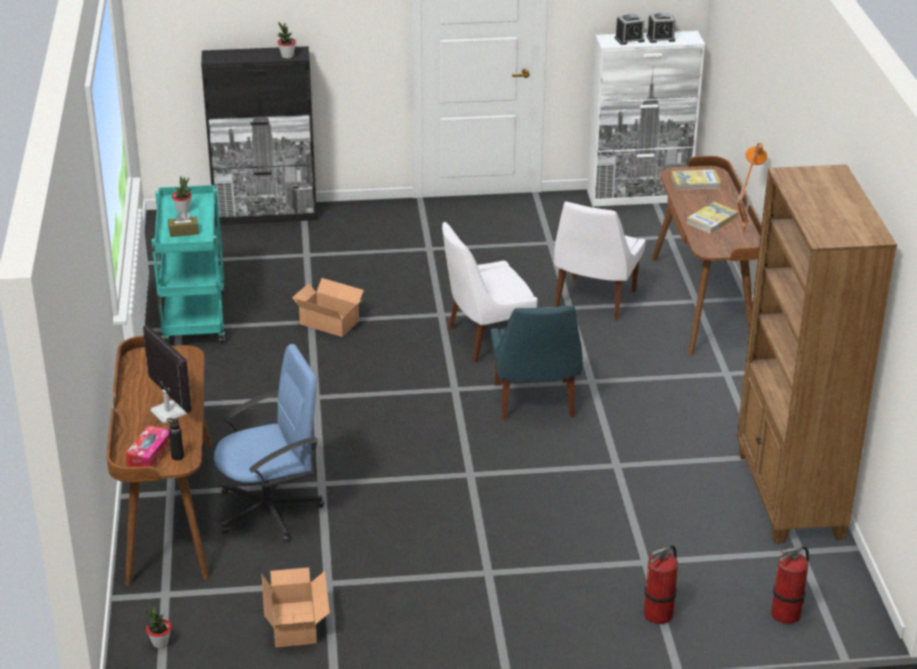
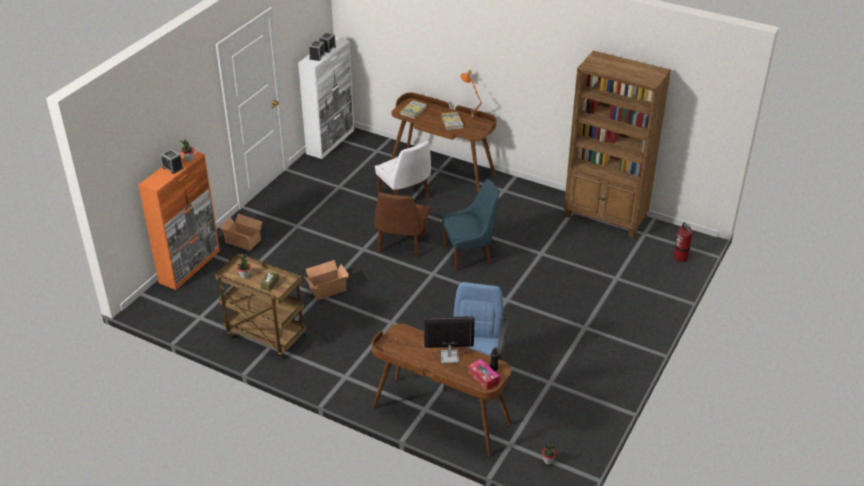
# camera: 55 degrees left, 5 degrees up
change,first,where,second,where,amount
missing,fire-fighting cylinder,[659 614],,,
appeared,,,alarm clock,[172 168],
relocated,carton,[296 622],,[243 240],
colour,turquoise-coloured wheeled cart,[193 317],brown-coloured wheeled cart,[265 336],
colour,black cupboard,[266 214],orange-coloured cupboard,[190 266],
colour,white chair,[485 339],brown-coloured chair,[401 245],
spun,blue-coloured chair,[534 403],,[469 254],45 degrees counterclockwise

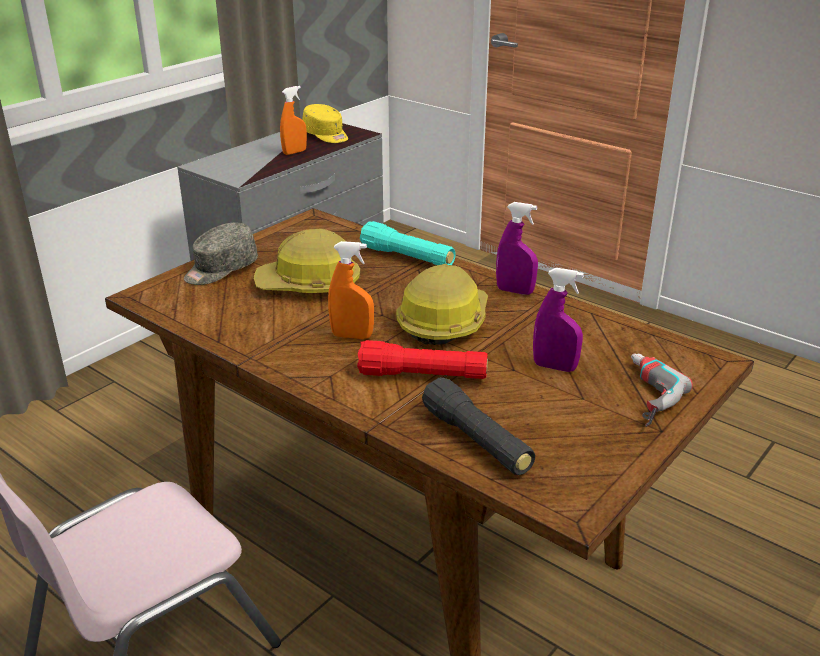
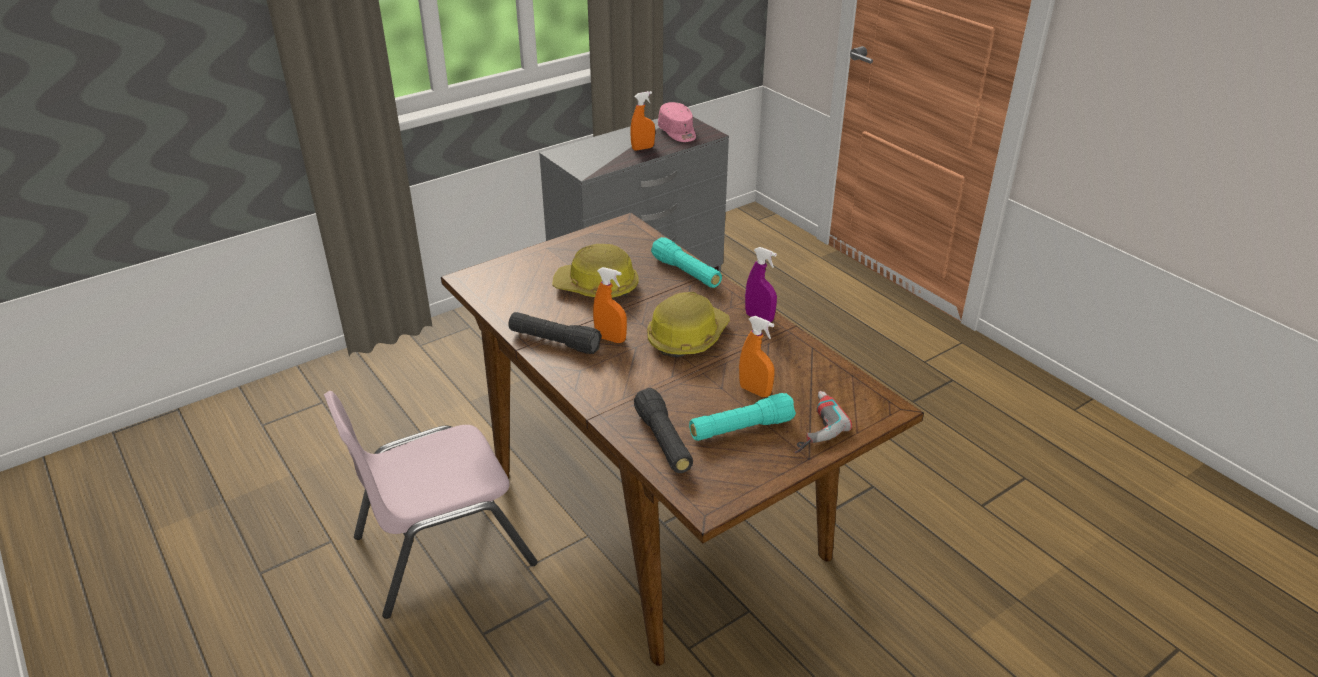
# camera: 15 degrees right, 5 degrees up
change,first,where,second,where,amount
missing,grey baseball cap,[220 269],,,
missing,reddish hand torch,[422 376],,,
appeared,,,black hand torch,[554 342],
appeared,,,turquoise-coloured hand torch,[741 429],
colour,yellow baseball cap,[326 135],pink baseball cap,[678 132],
colour,purple hand sprayer,[554 367],orange-coloured hand sprayer,[755 391],

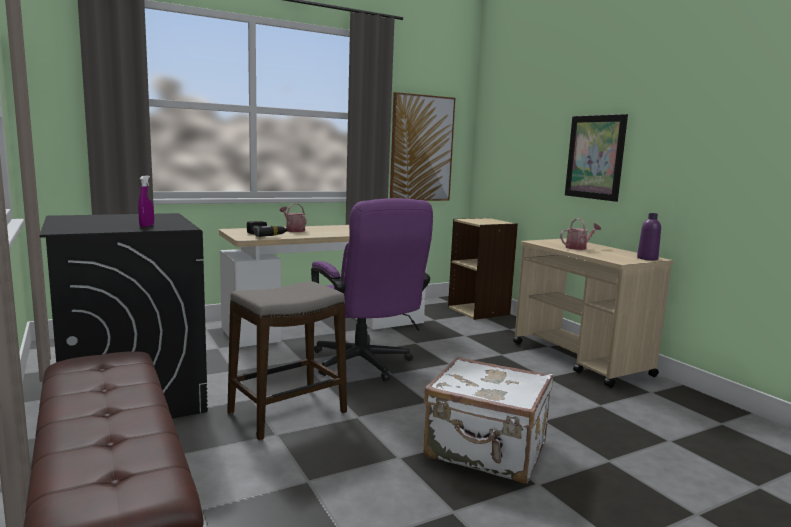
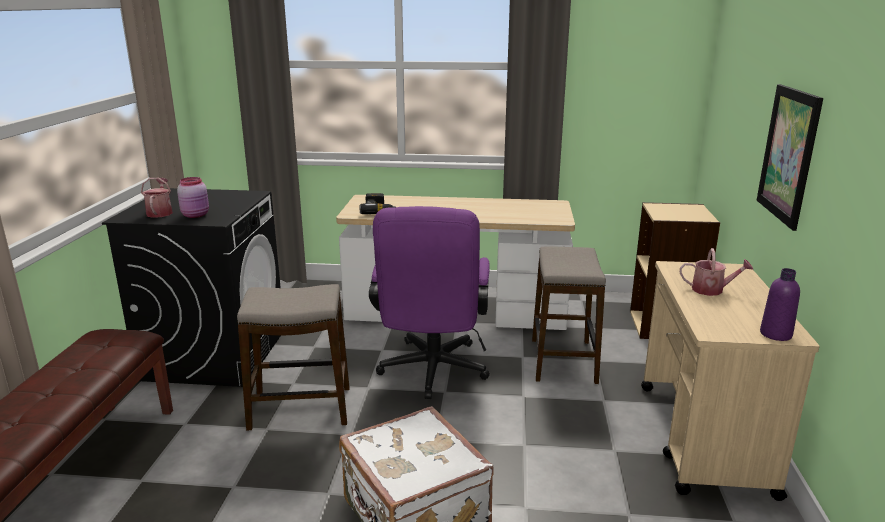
# camera: 35 degrees right, 10 degrees up
change,first,where,second,where,amount
missing,wall picture,[421 148],,,
appeared,,,stool seat,[563 361],
relocated,sprinkling can,[293 230],,[160 212],
exchanged,purple hand sprayer,[147 226],pink jar,[196 215],

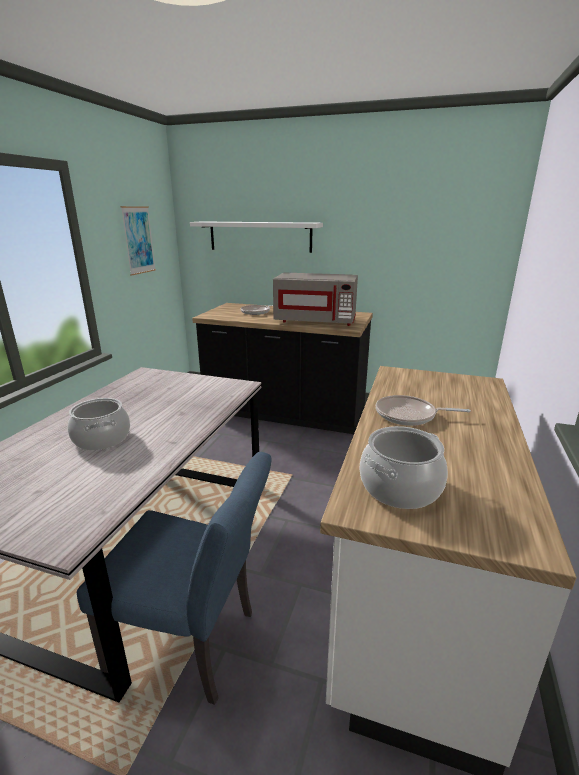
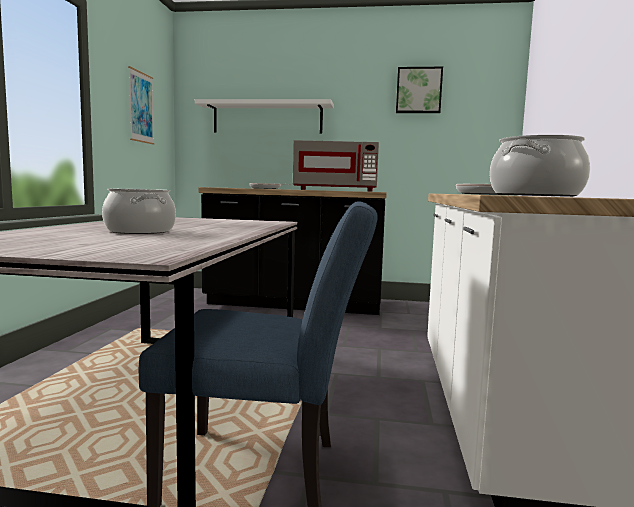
# camera: 10 degrees left, 15 degrees down
change,first,where,second,where,amount
appeared,,,wall picture,[418 90],

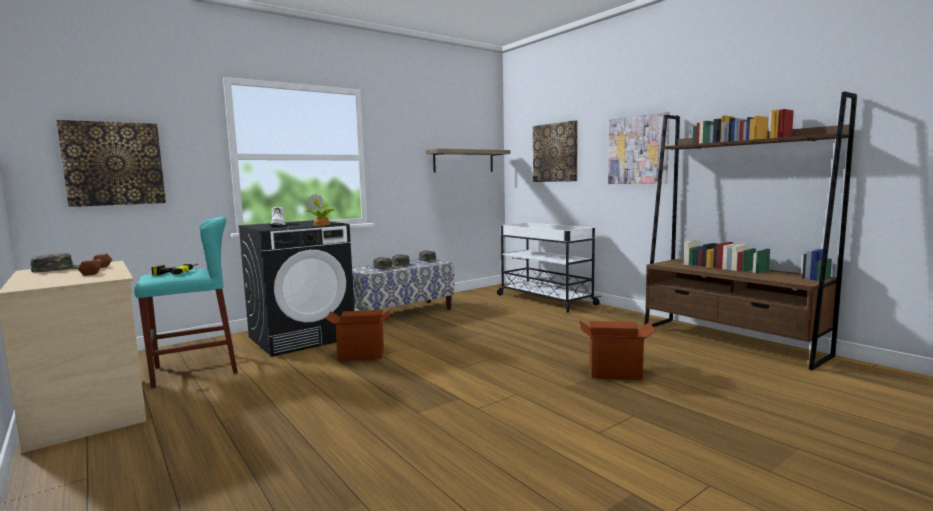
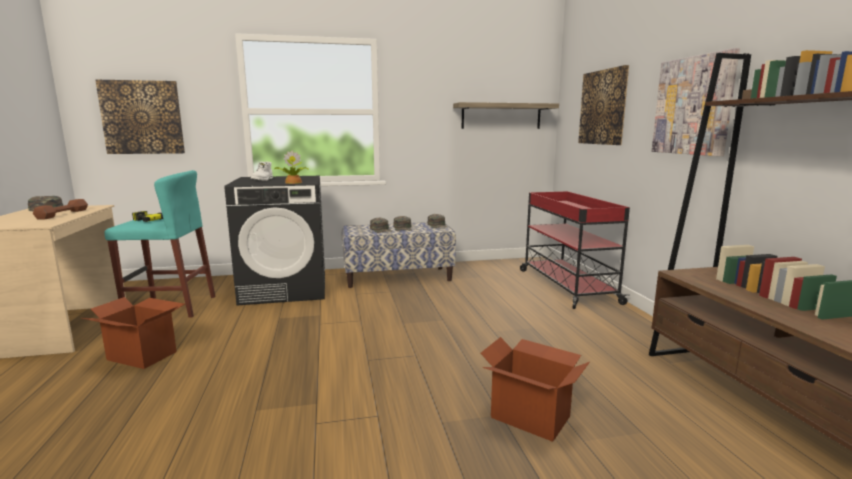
# camera: 25 degrees right, 5 degrees up
change,first,where,second,where,amount
relocated,carton,[361 354],,[142 355],
colour,white wheeled cart,[544 299],reddish wheeled cart,[566 285],

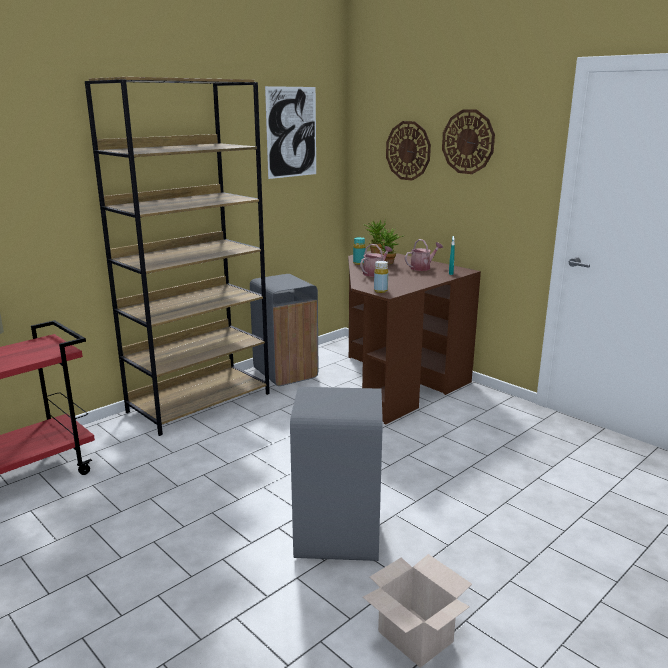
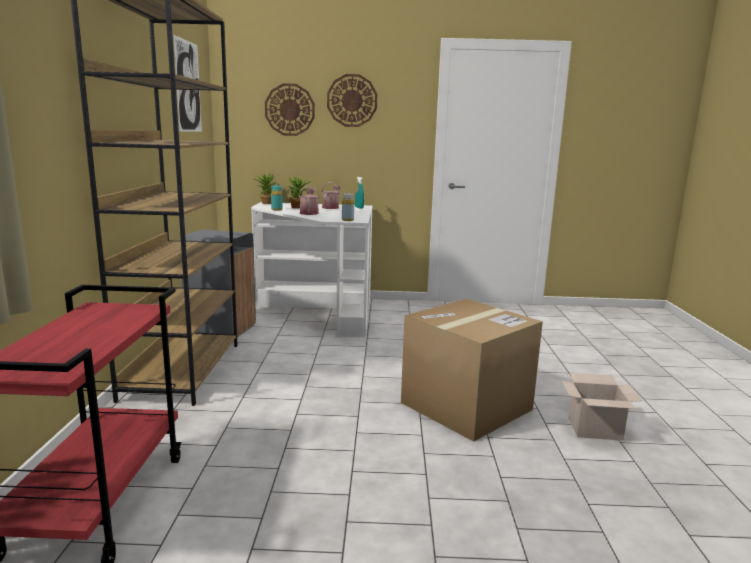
# camera: 45 degrees left, 5 degrees down
change,first,where,second,where,amount
exchanged,grey trash can,[338 538],carton,[466 406],
colour,brown-coloured desk table,[393 380],white desk table,[318 311],

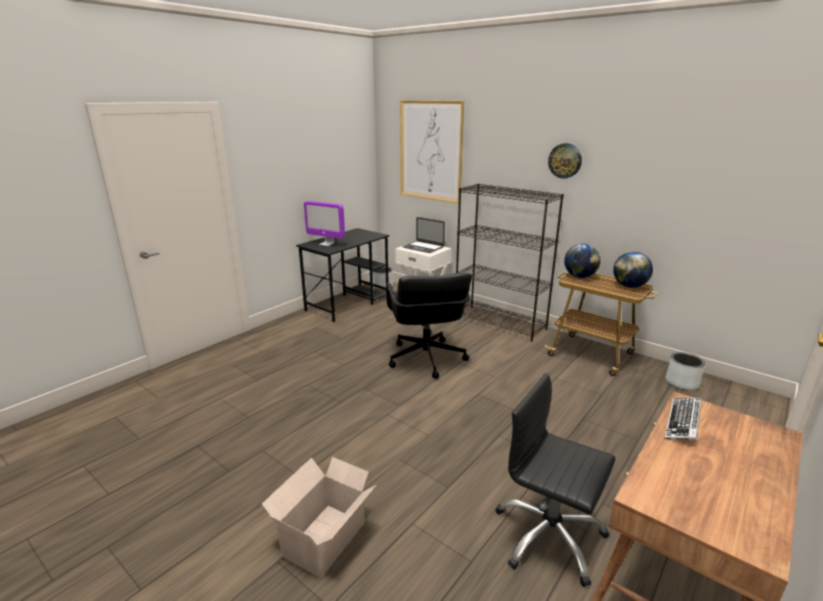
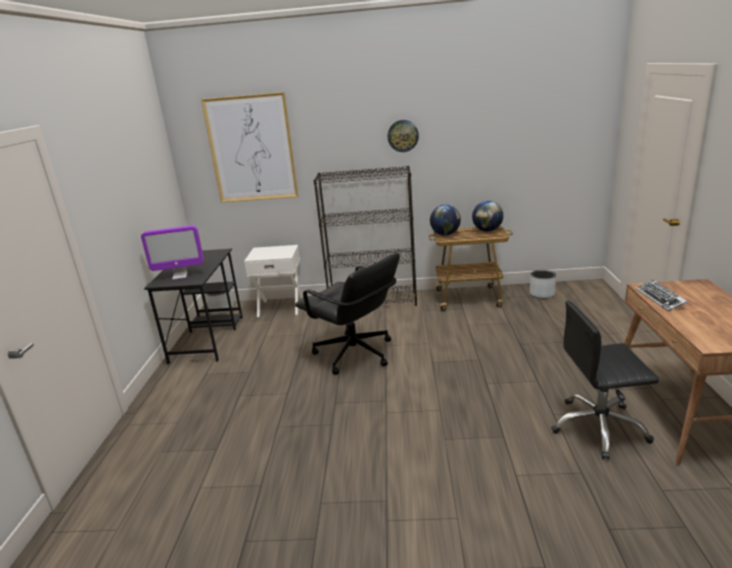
# camera: 35 degrees left, 0 degrees up
change,first,where,second,where,amount
missing,carton,[326 537],,,
missing,notebook computer,[423 247],,,

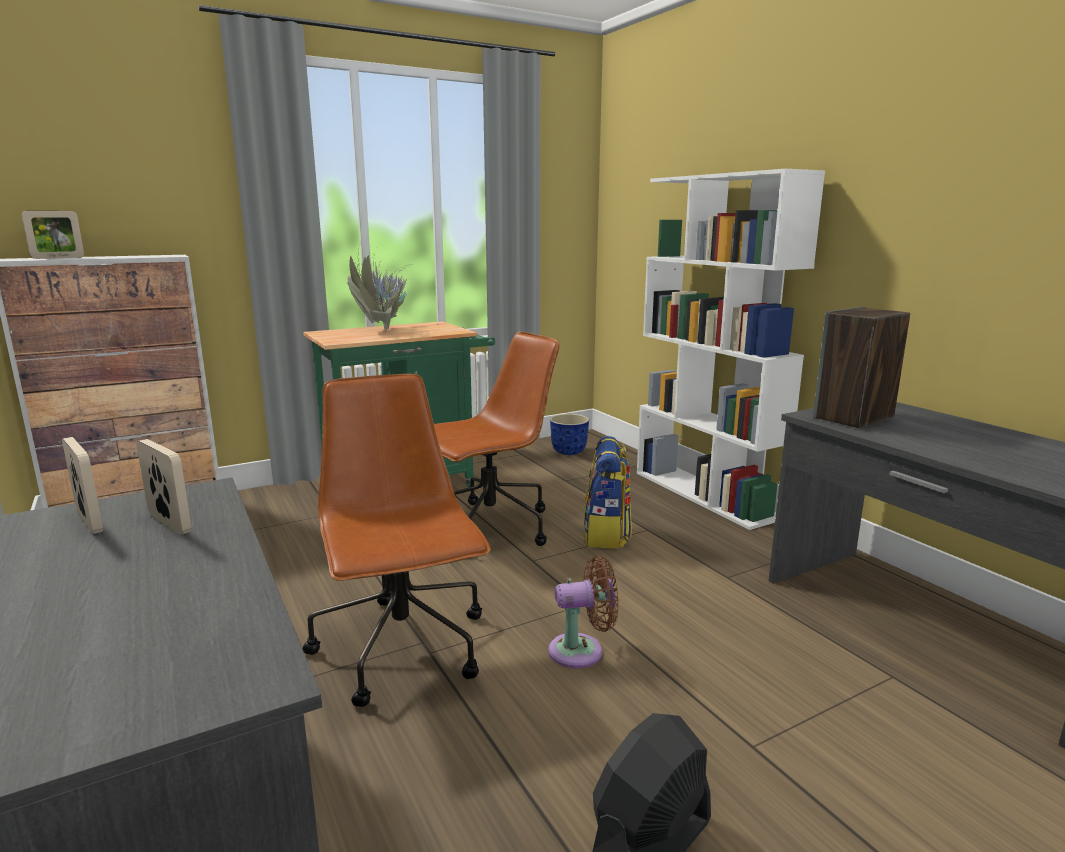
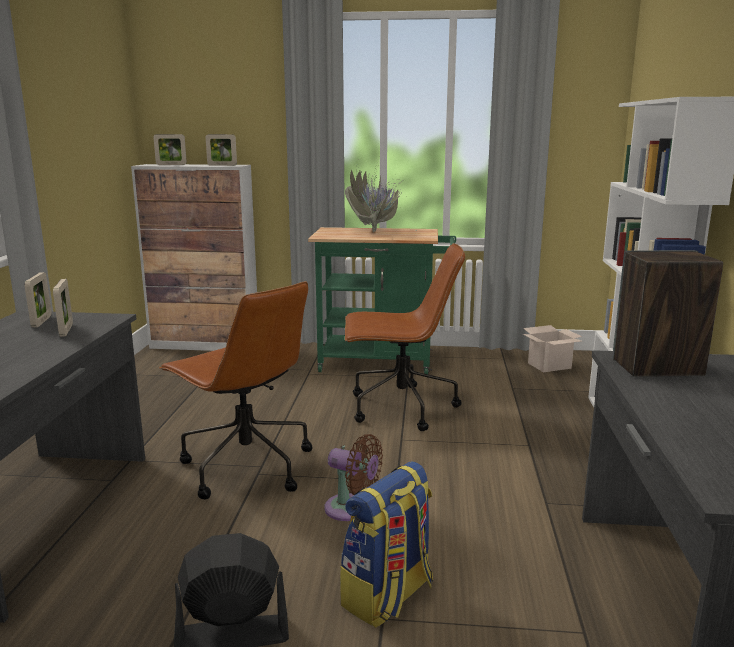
# camera: 35 degrees right, 0 degrees up
change,first,where,second,where,amount
appeared,,,standing frame,[222 165],
relocated,rucksack,[607 534],,[388 596],
exchanged,flower pot,[569 452],carton,[549 366],
spun,brown-coloured office chair,[403 649],,[245 466],120 degrees clockwise

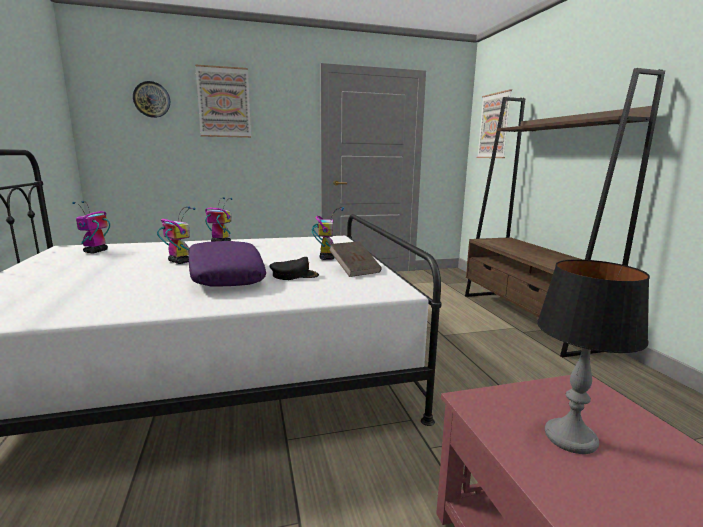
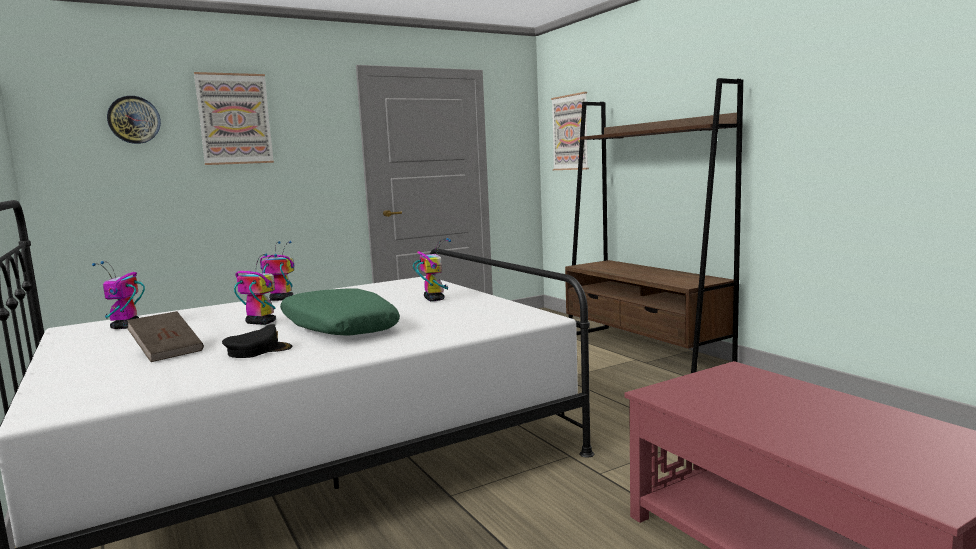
# camera: 15 degrees left, 5 degrees down
change,first,where,second,where,amount
missing,table lamp,[570 437],,,
relocated,black baseball cap,[294 275],,[258 351],
relocated,brown-coloured volume,[355 270],,[167 351],
colour,purple pillow,[224 275],green-coloured pillow,[338 328],

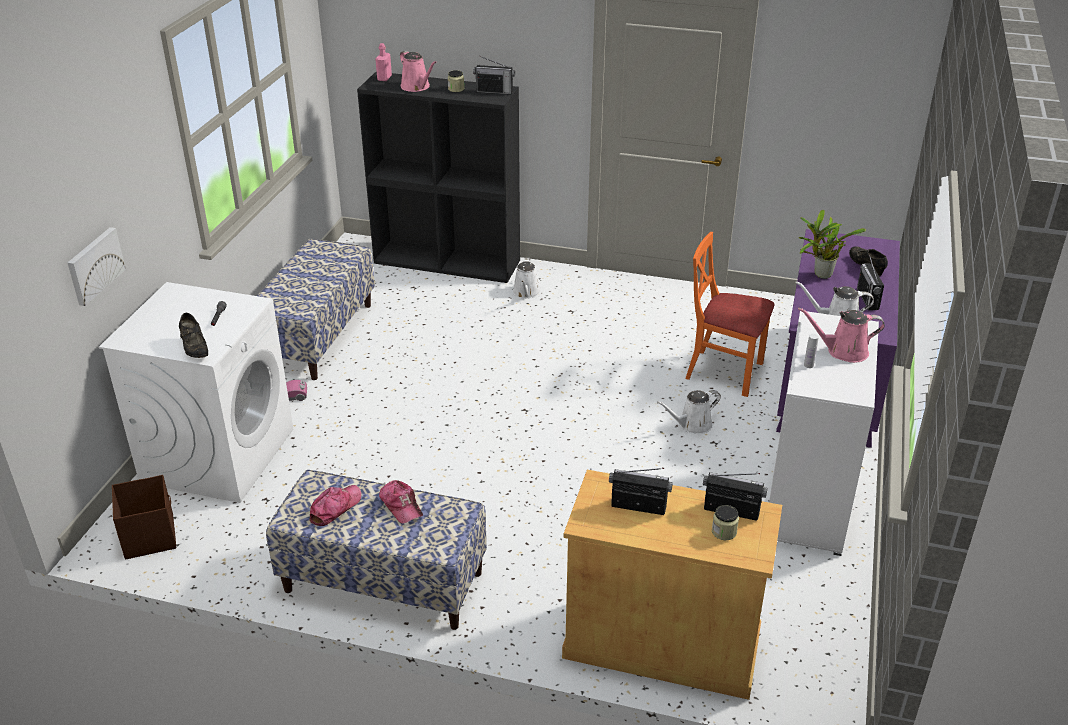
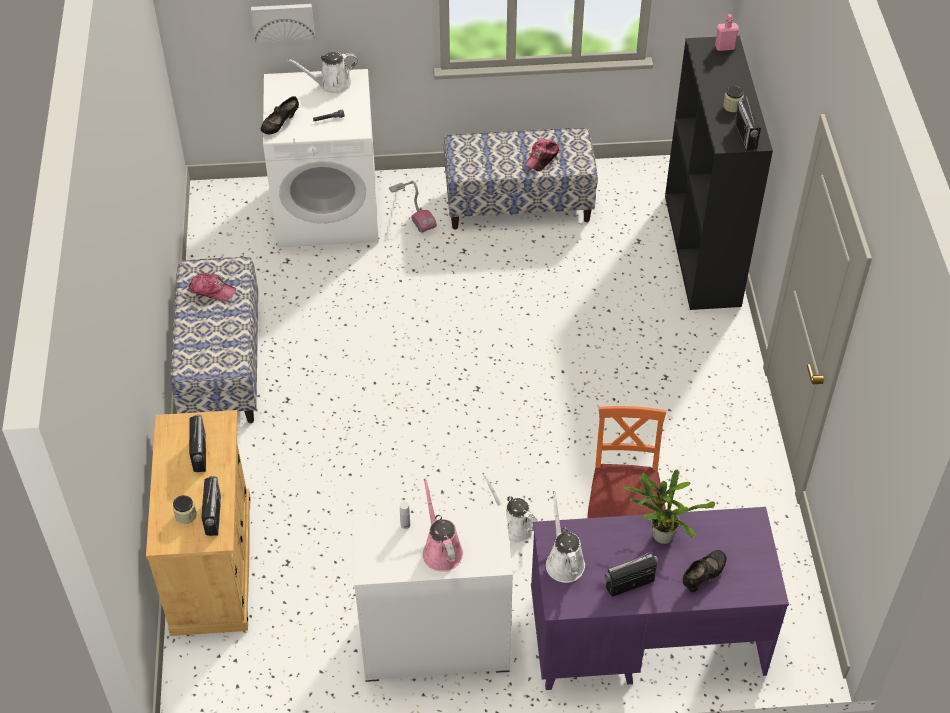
# camera: 70 degrees right, 15 degrees up
change,first,where,second,where,amount
missing,brown-coloured storage bin,[150 536],,,
missing,pink sprinkling can,[417 87],,,
relocated,baseball cap,[401 505],,[542 158],
relocated,white sprinkling can,[526 293],,[331 84],

